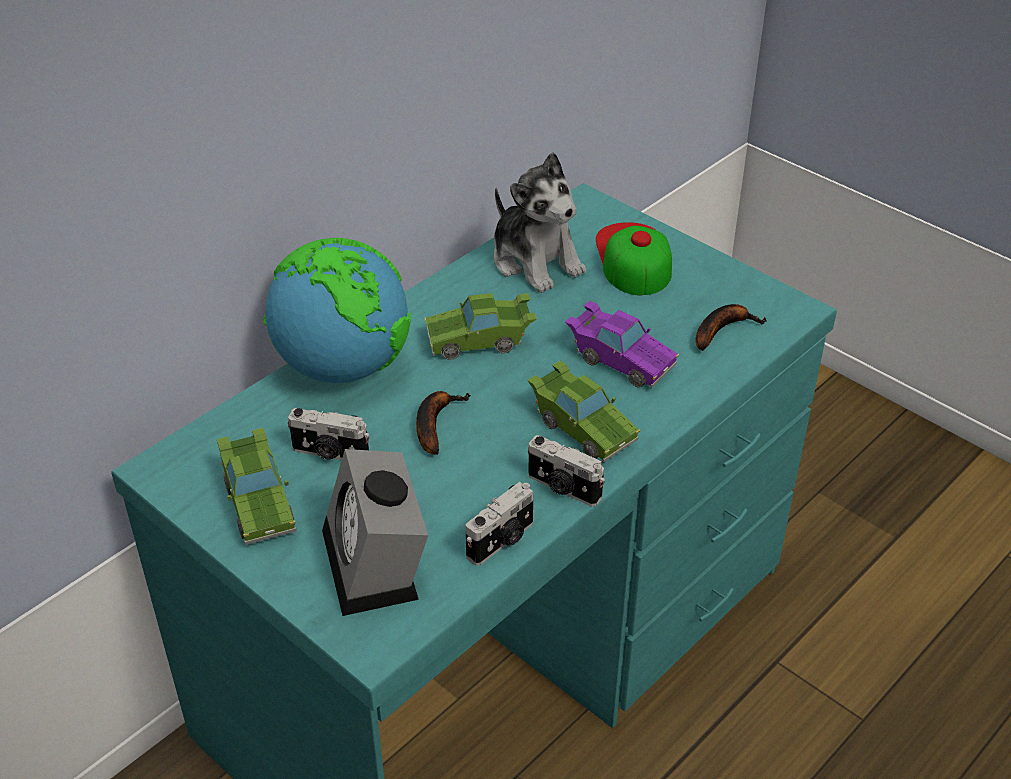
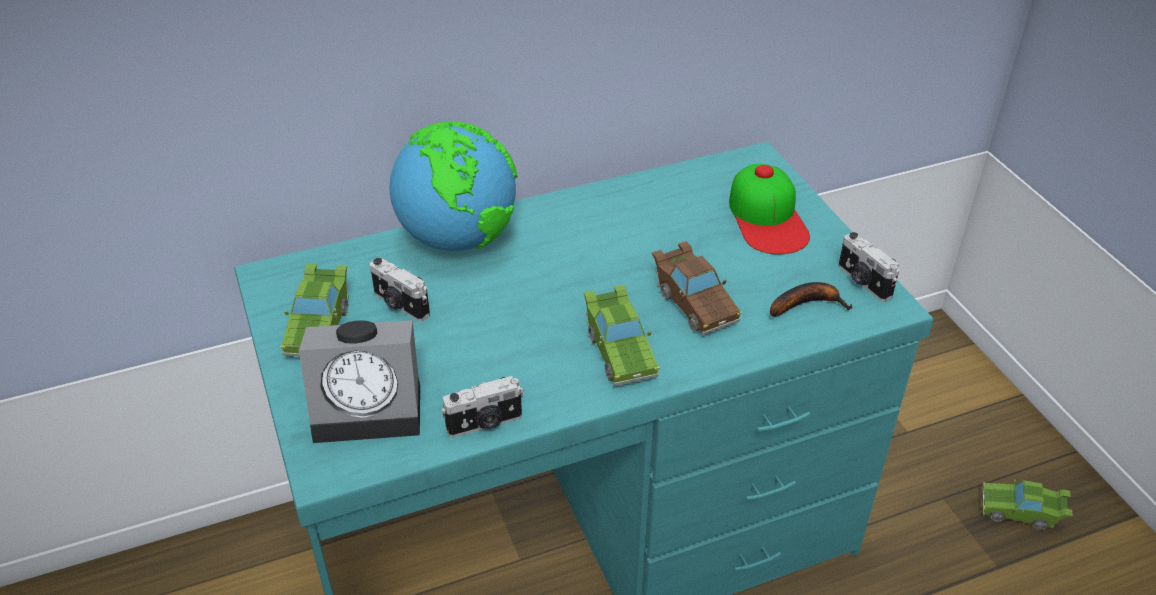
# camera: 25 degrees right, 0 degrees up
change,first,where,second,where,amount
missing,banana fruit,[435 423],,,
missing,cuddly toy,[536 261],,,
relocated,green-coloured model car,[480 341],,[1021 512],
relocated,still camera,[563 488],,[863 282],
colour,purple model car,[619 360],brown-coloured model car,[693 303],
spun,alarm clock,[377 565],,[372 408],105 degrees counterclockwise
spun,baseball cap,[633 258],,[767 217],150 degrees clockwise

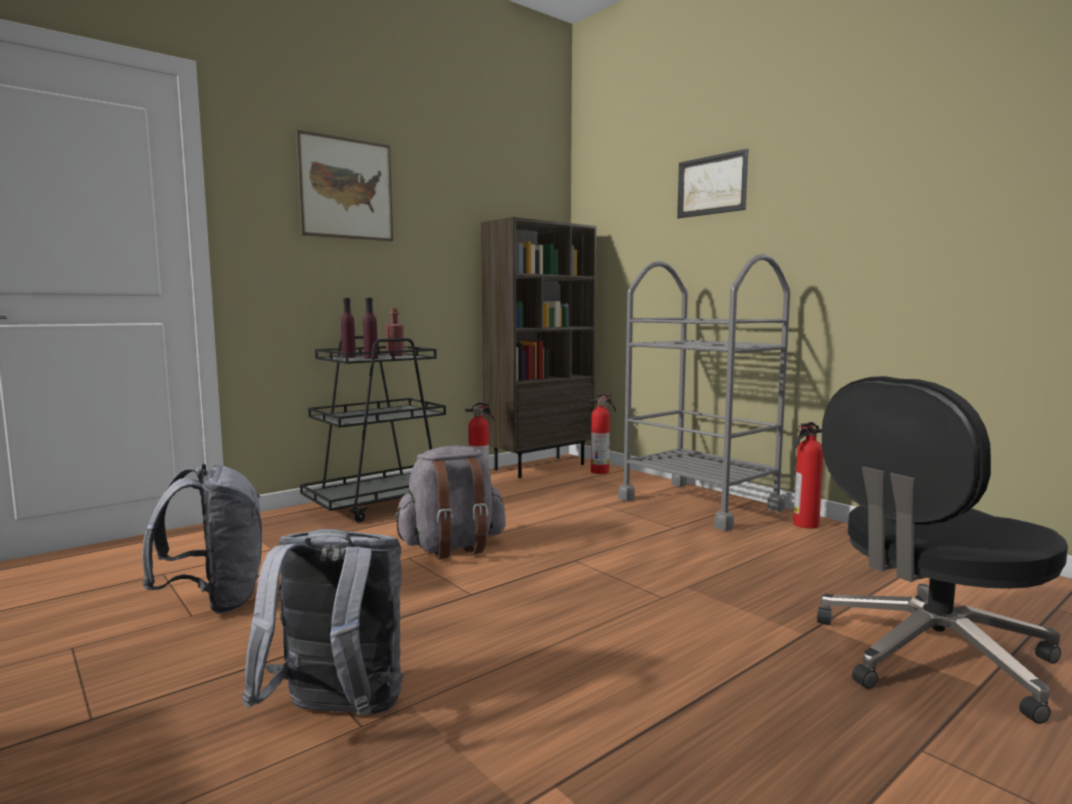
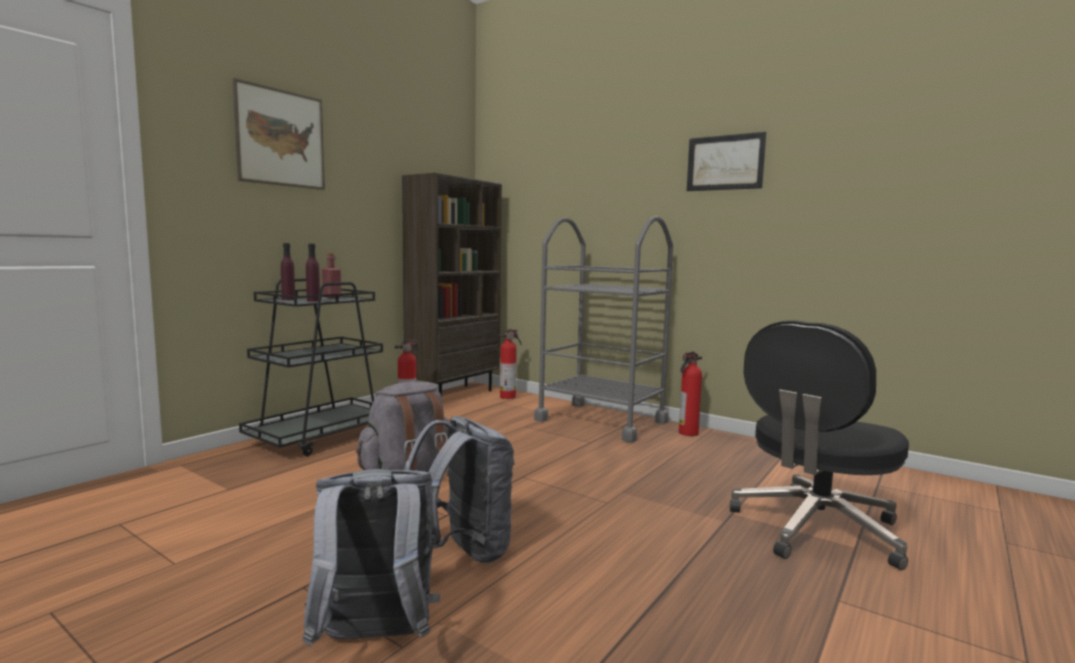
# camera: 15 degrees left, 0 degrees up
change,first,where,second,where,amount
relocated,grey rucksack,[215 601],,[462 551],
relocated,wall picture,[711 185],,[725 162],

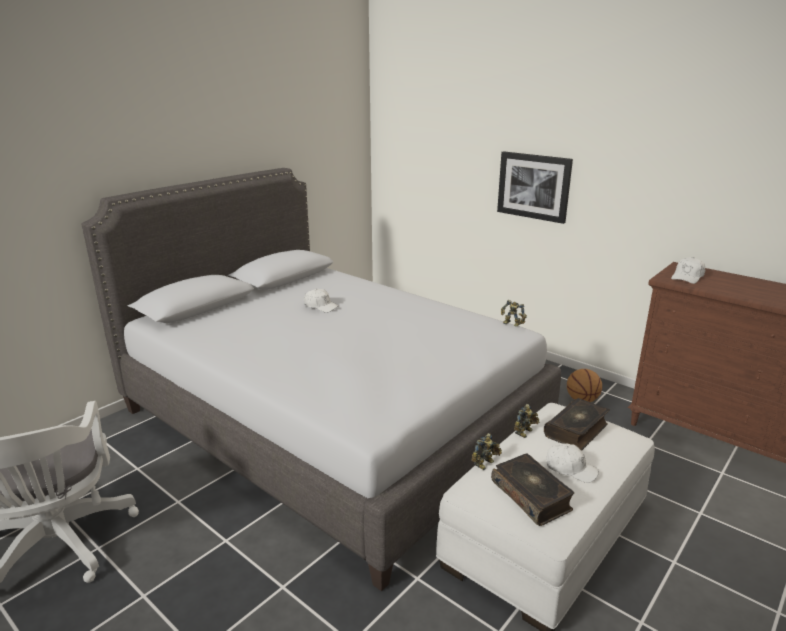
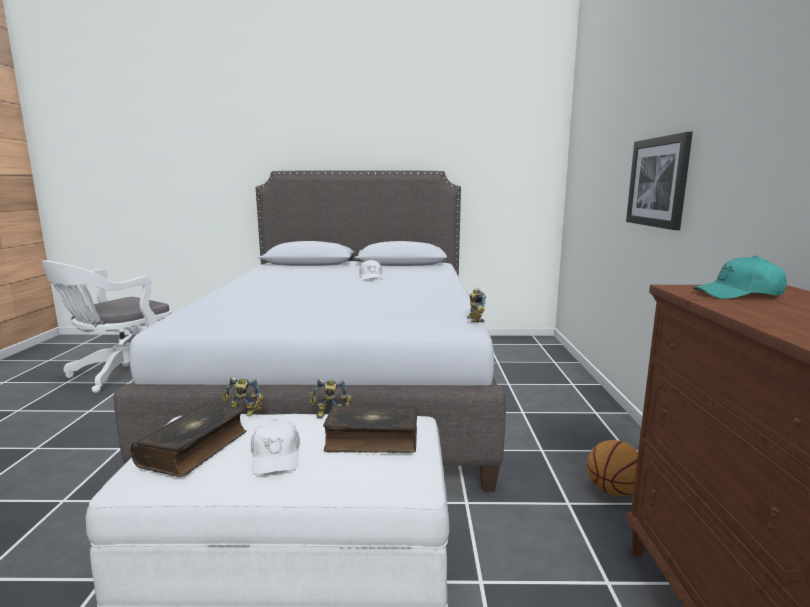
# camera: 50 degrees right, 10 degrees down
change,first,where,second,where,amount
colour,white baseball cap,[687 277],turquoise-coloured baseball cap,[738 294],

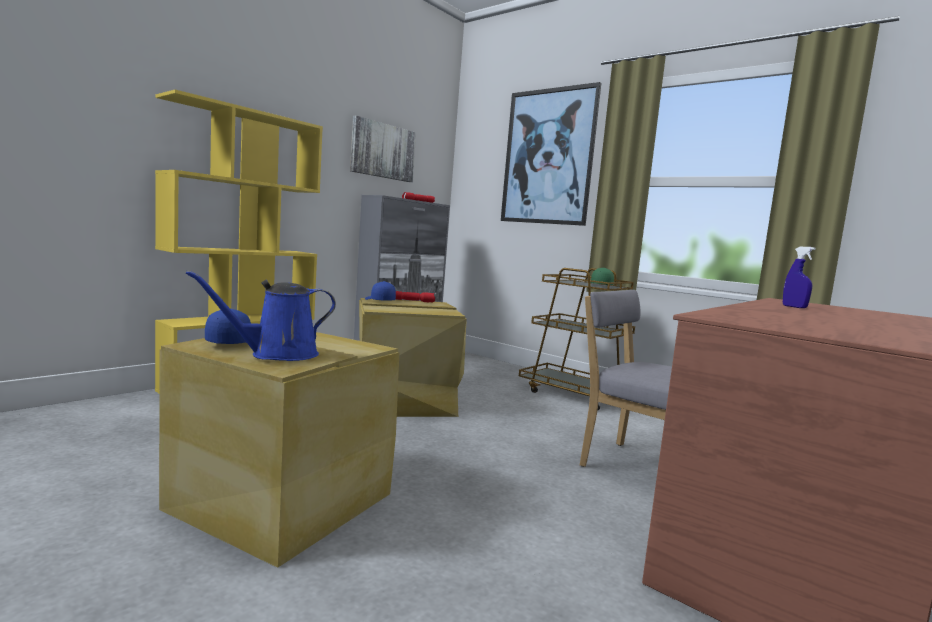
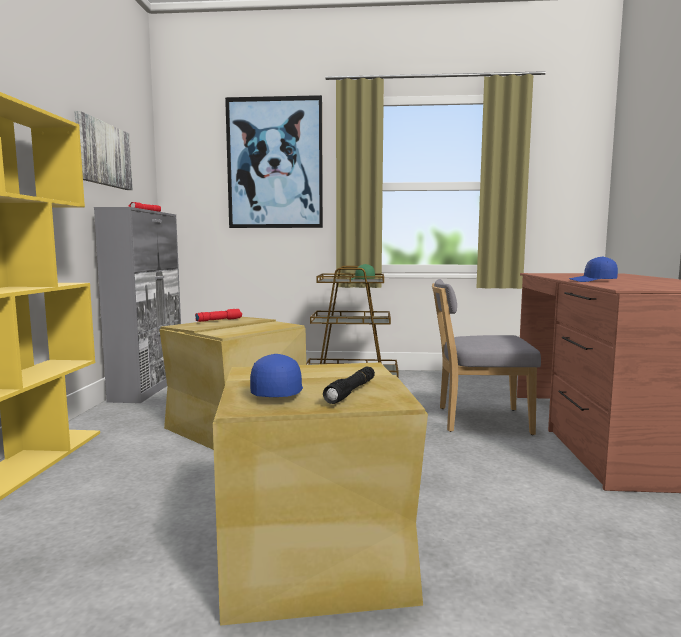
# camera: 35 degrees left, 0 degrees up
change,first,where,second,where,amount
missing,blue-coloured hand sprayer,[794 307],,,
relocated,blue-coloured baseball cap,[379 300],,[593 281],
exchanged,blue-coloured sprinkling can,[277 354],black hand torch,[351 392],

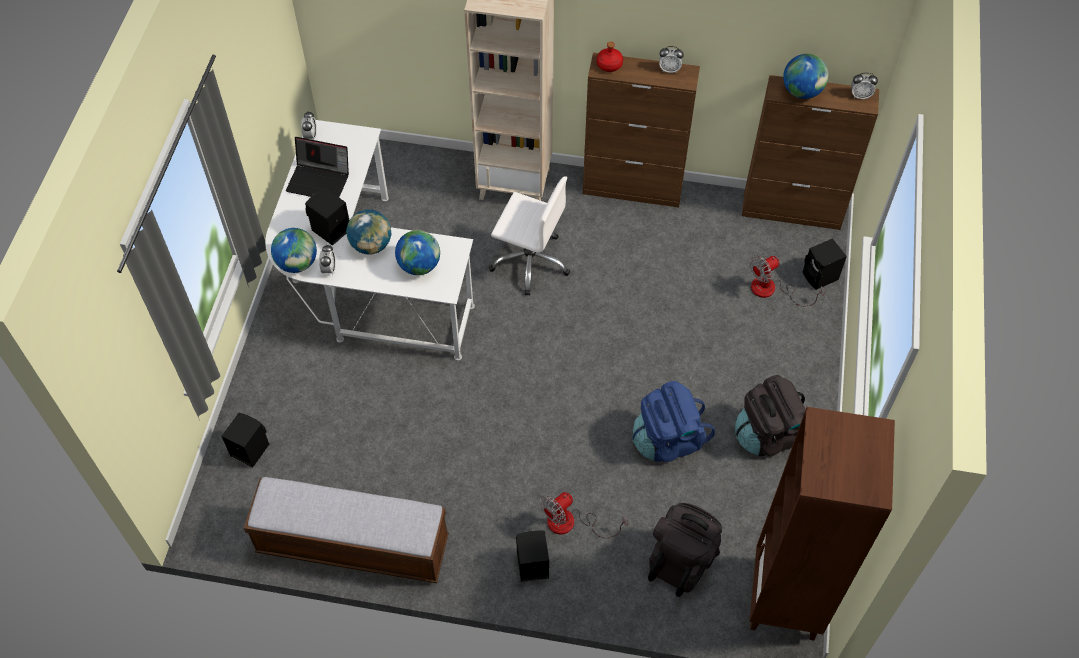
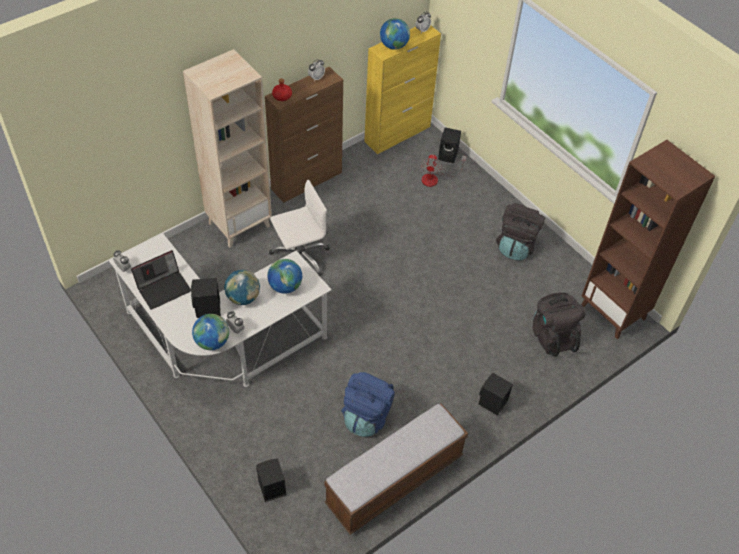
# camera: 50 degrees left, 5 degrees down
change,first,where,second,where,amount
missing,fan,[571 523],,,
relocated,blue-coloured rucksack,[667 440],,[367 416],
colour,brown-coloured cupboard,[792 211],yellow cupboard,[398 134],

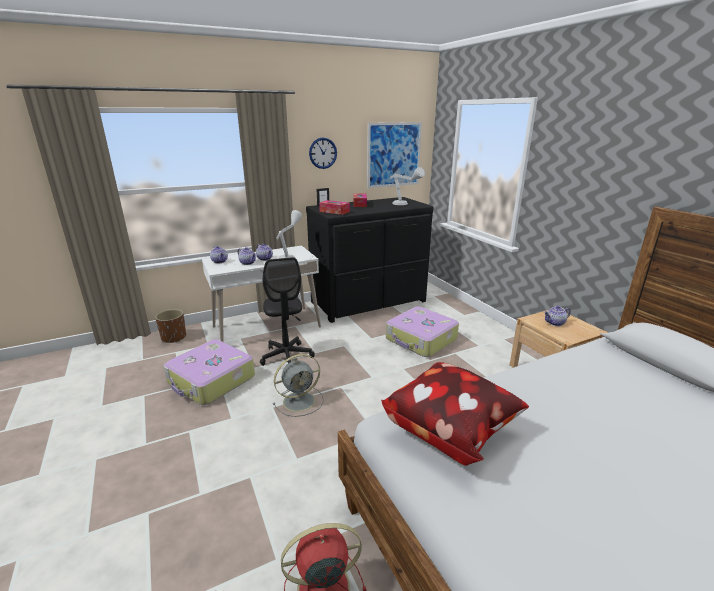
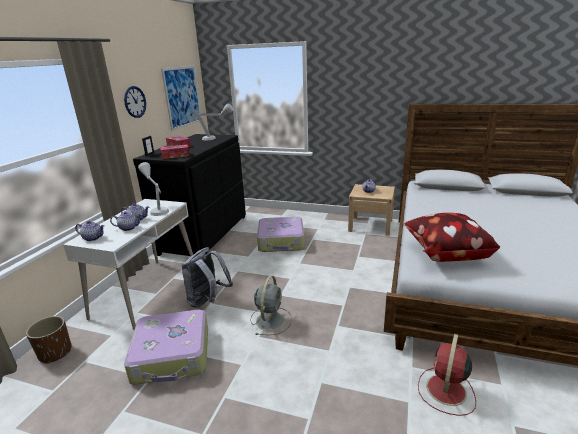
# camera: 45 degrees left, 0 degrees up
change,first,where,second,where,amount
exchanged,black office chair,[287 357],grey rucksack,[208 301],

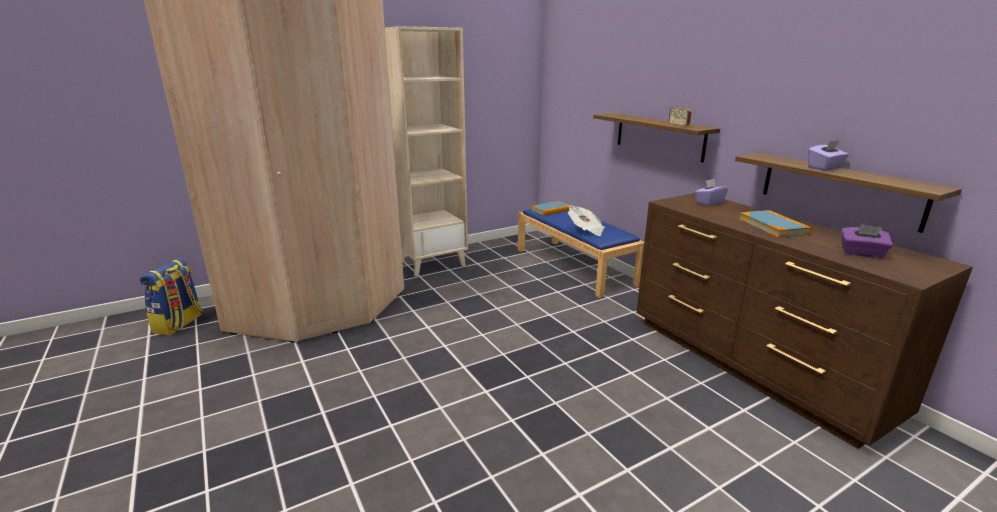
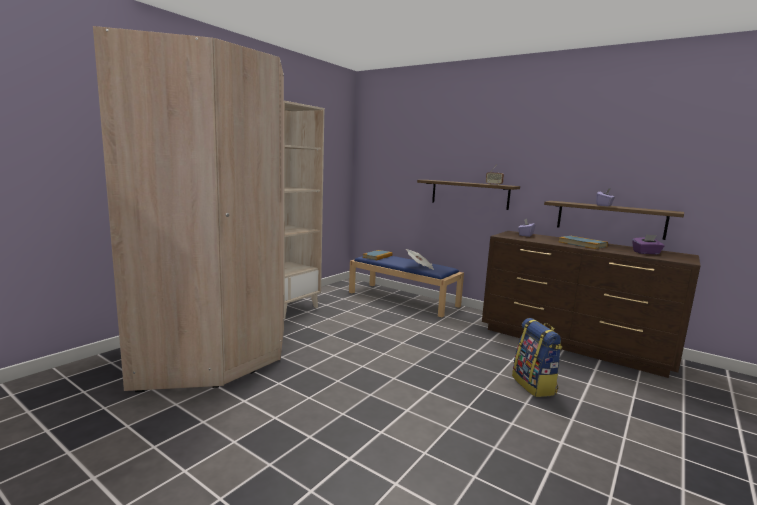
# camera: 25 degrees left, 10 degrees down
change,first,where,second,where,amount
relocated,rucksack,[179 324],,[534 385],

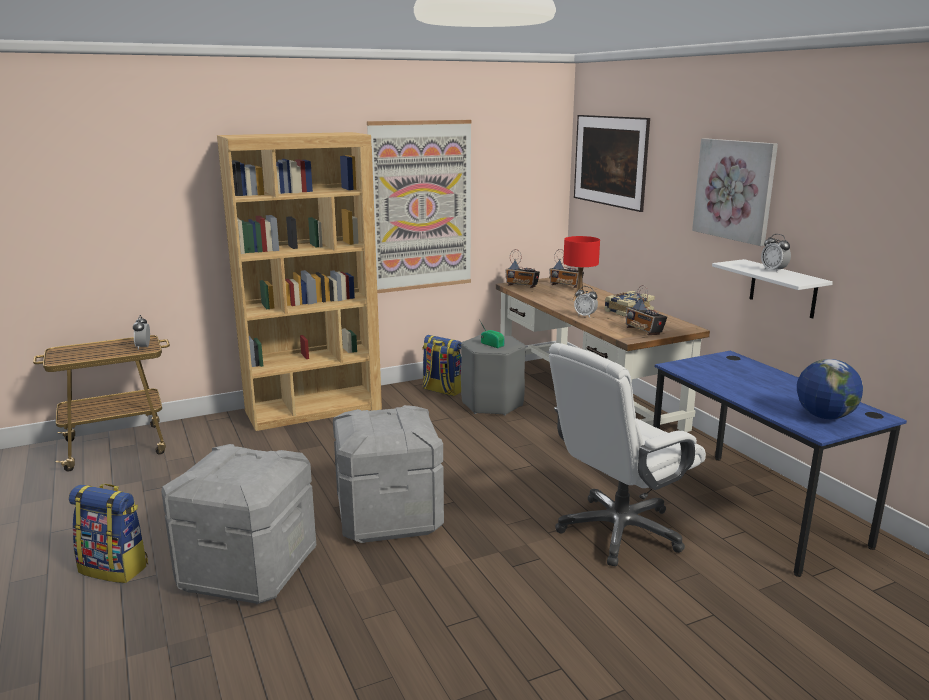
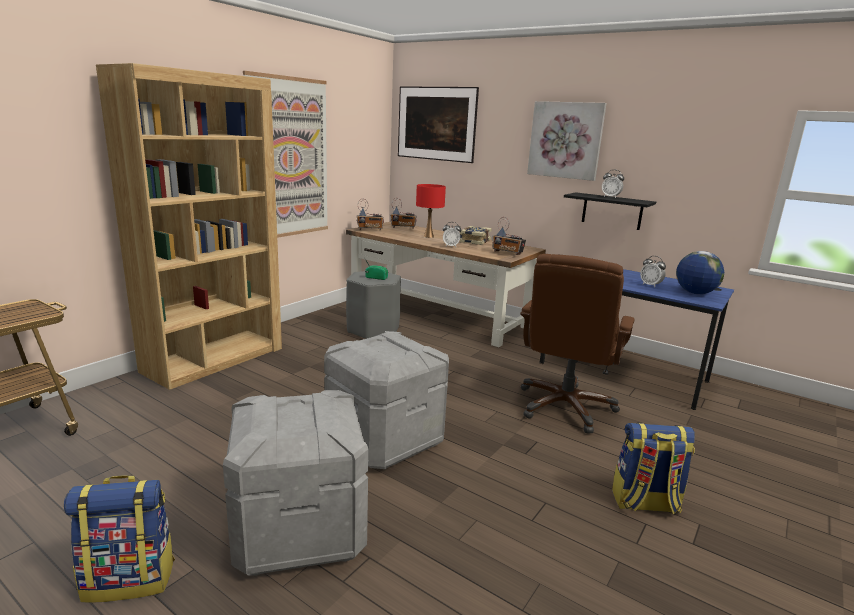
# camera: 30 degrees left, 0 degrees up
change,first,where,second,where,amount
relocated,alarm clock,[143 347],,[650 285],
relocated,rucksack,[442 390],,[645 503],
colour,white office chair,[619 531],brown-coloured office chair,[565 407],
colour,white bracket shelf,[783 289],black bracket shelf,[612 211],

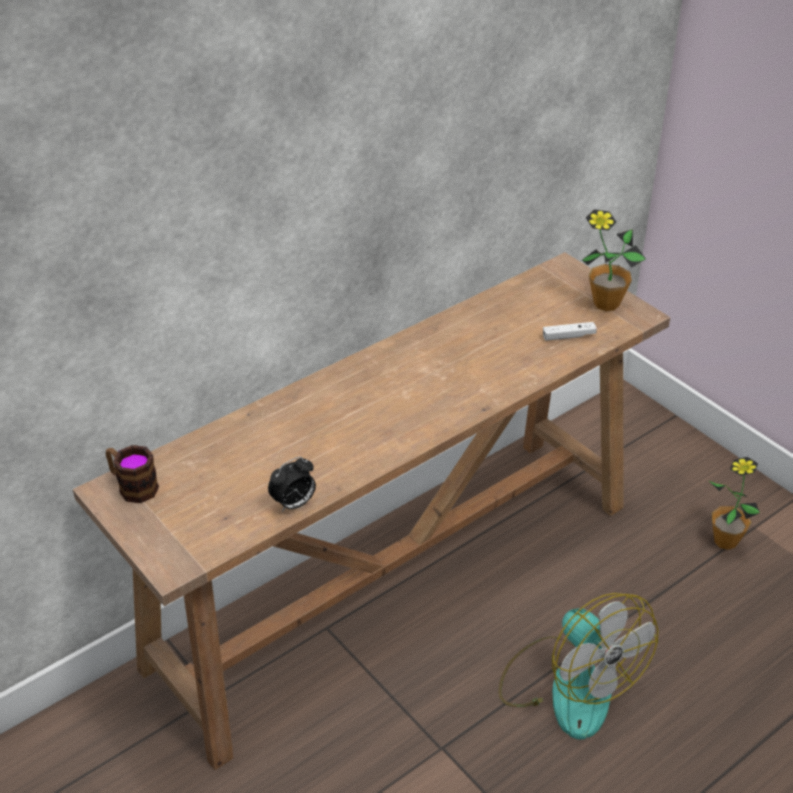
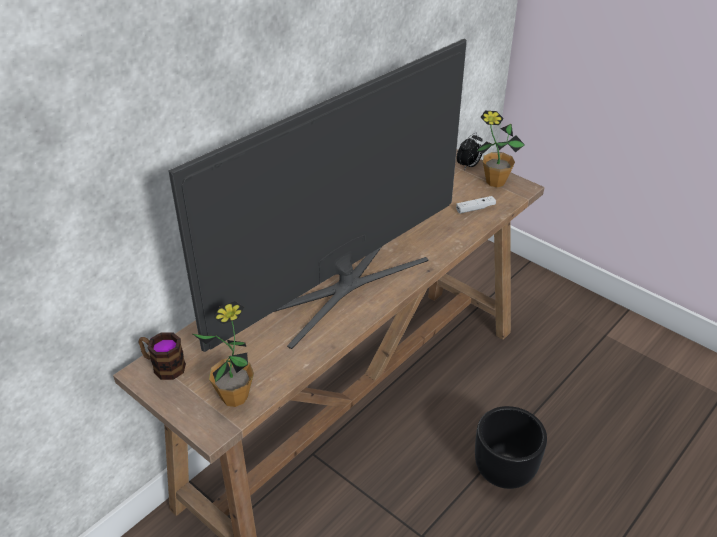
# camera: 10 degrees left, 0 degrees up
change,first,where,second,where,amount
appeared,,,TV set,[342 286],
relocated,alarm clock,[294 504],,[468 166],
relocated,houseplant,[725 541],,[235 396],
exchanged,fan,[568 685],black flower pot,[504 472],

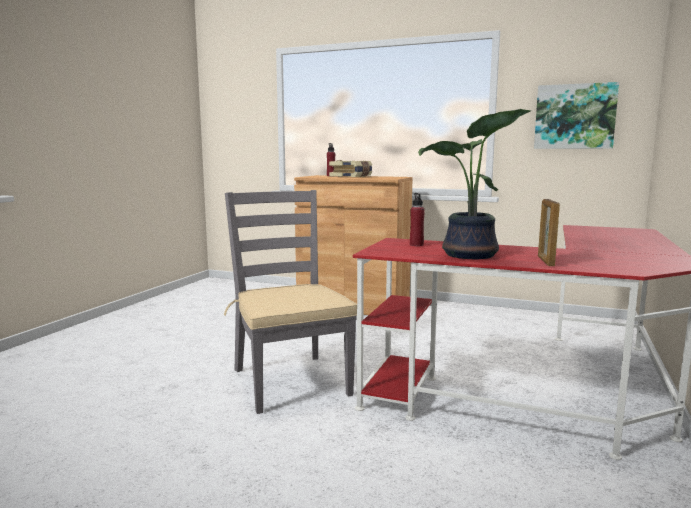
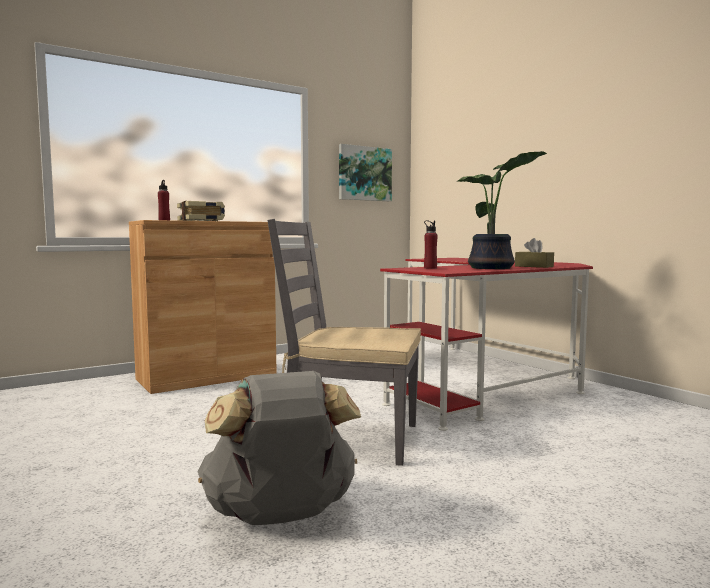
# camera: 55 degrees left, 5 degrees down
change,first,where,second,where,amount
appeared,,,grey rucksack,[281 516],
exchanged,standing frame,[545 261],brown-coloured box of tissues,[534 266],

